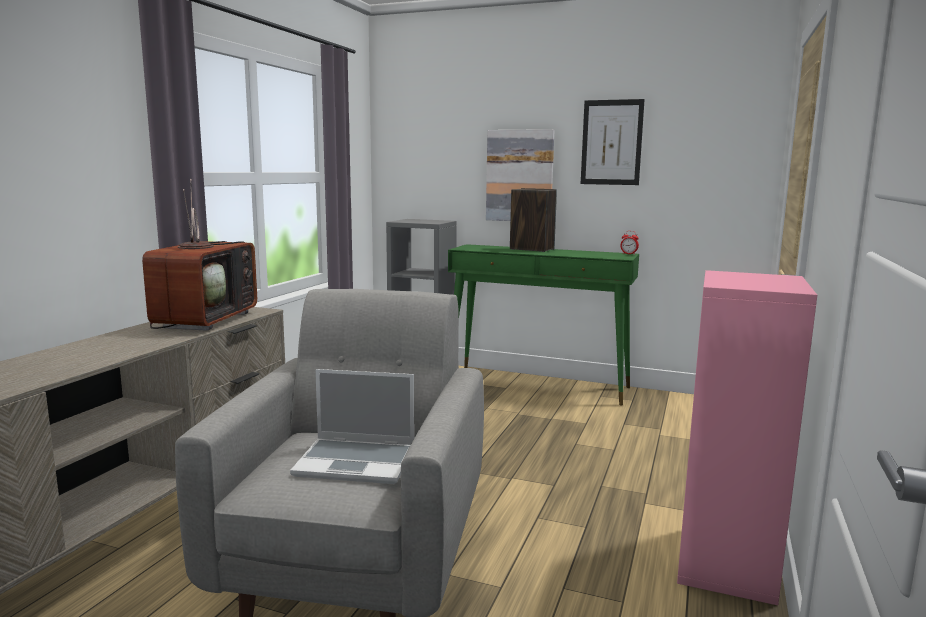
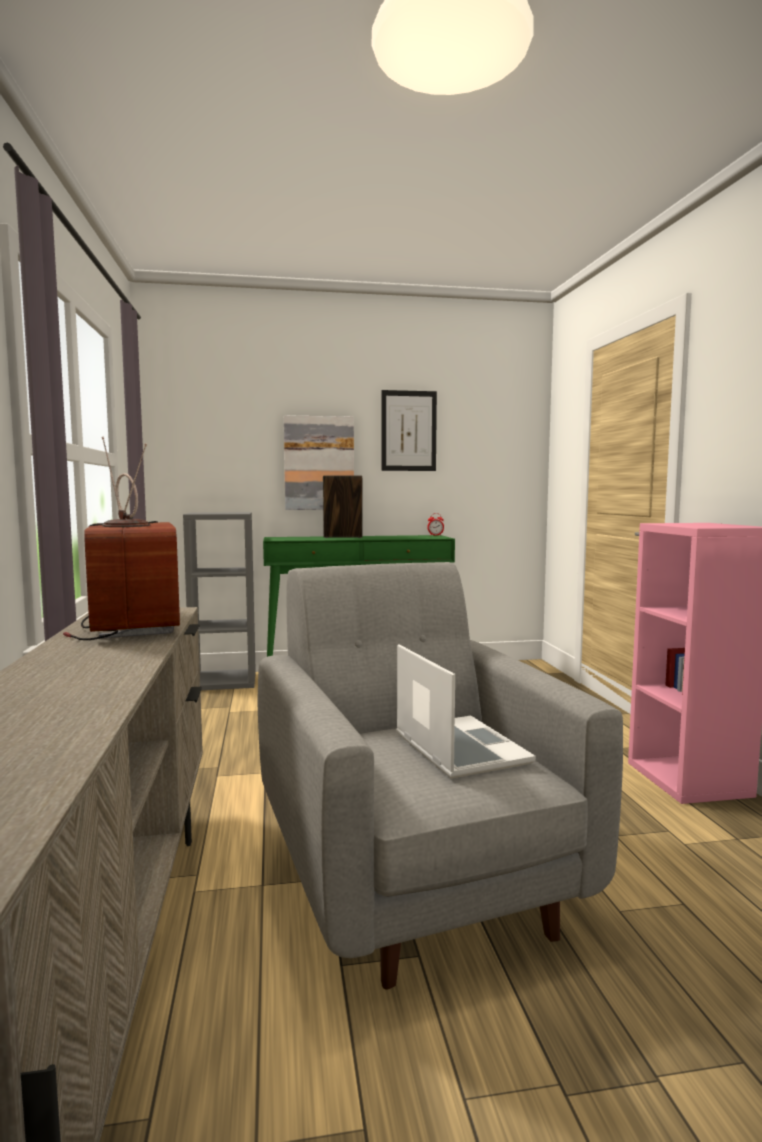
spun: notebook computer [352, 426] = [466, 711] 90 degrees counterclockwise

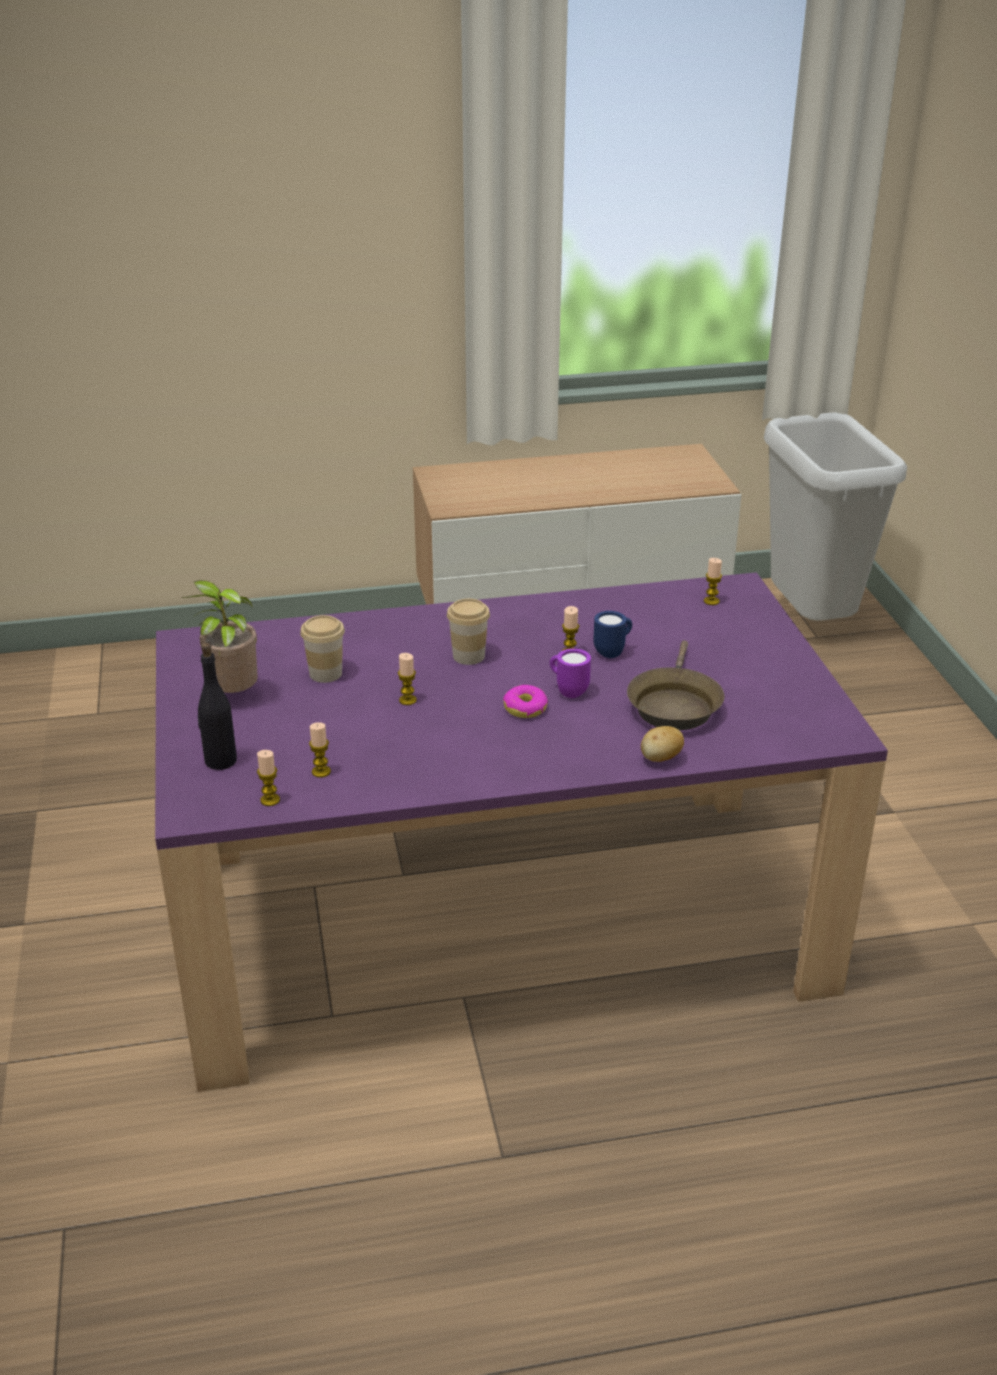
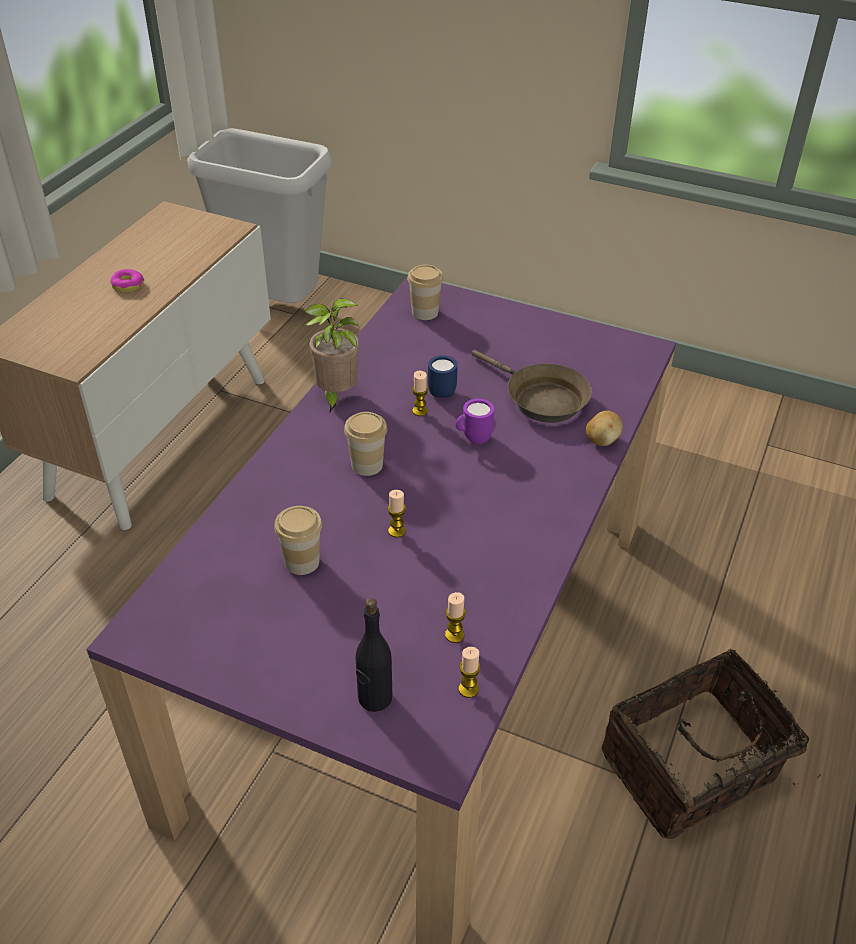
appeared: household basket [711, 744]
relocated: plant in a pot [220, 636] to [332, 356]; donut [525, 701] to [127, 281]
exchanged: wax light [713, 581] to cup [425, 292]

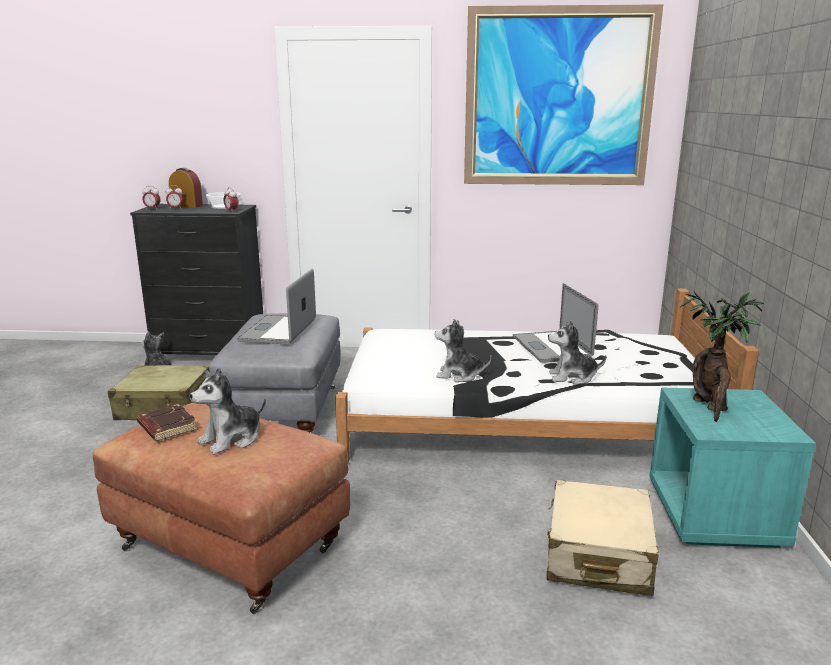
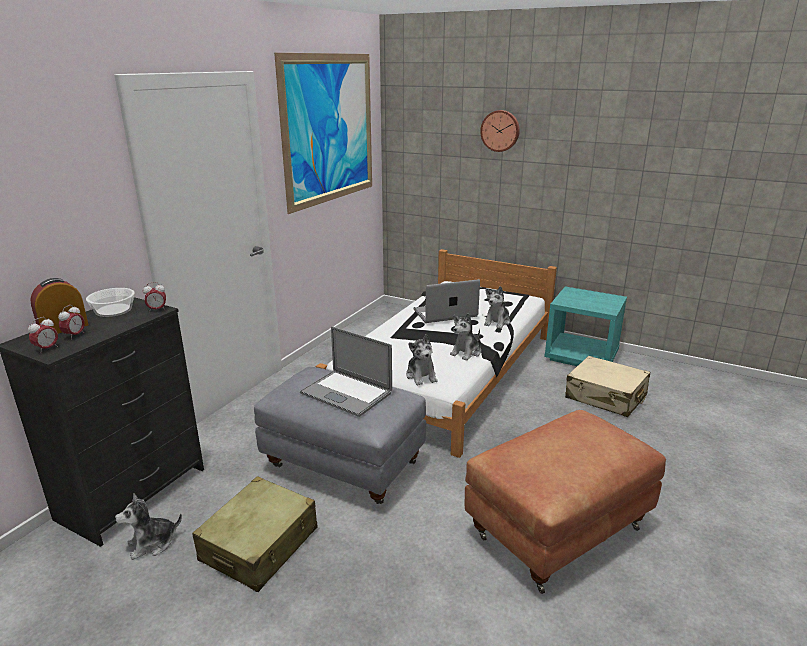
missing: volume (brownish) [167, 422]; plant in a pot [722, 357]
appeared: hanging clock [500, 131]
relocated: soft toy [228, 411] to [421, 359]
spun: notebook computer [555, 323] = [447, 301] 150 degrees clockwise

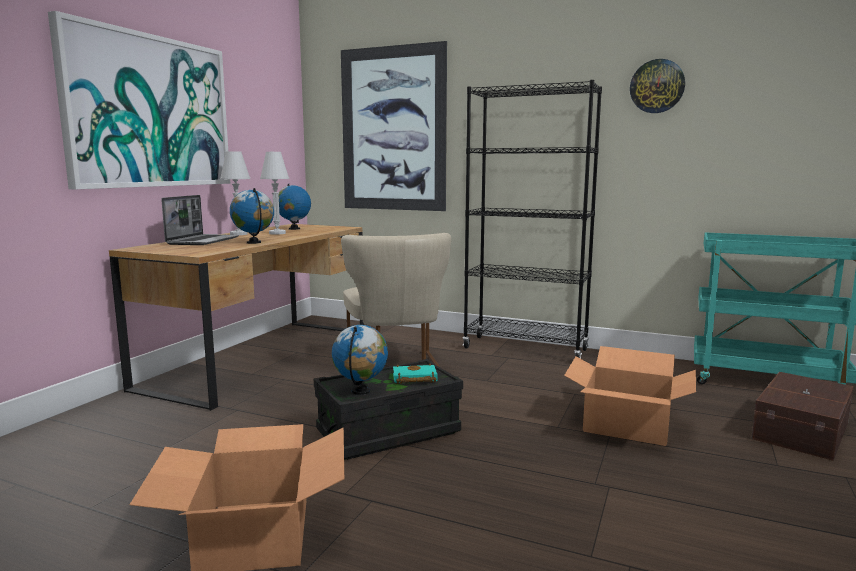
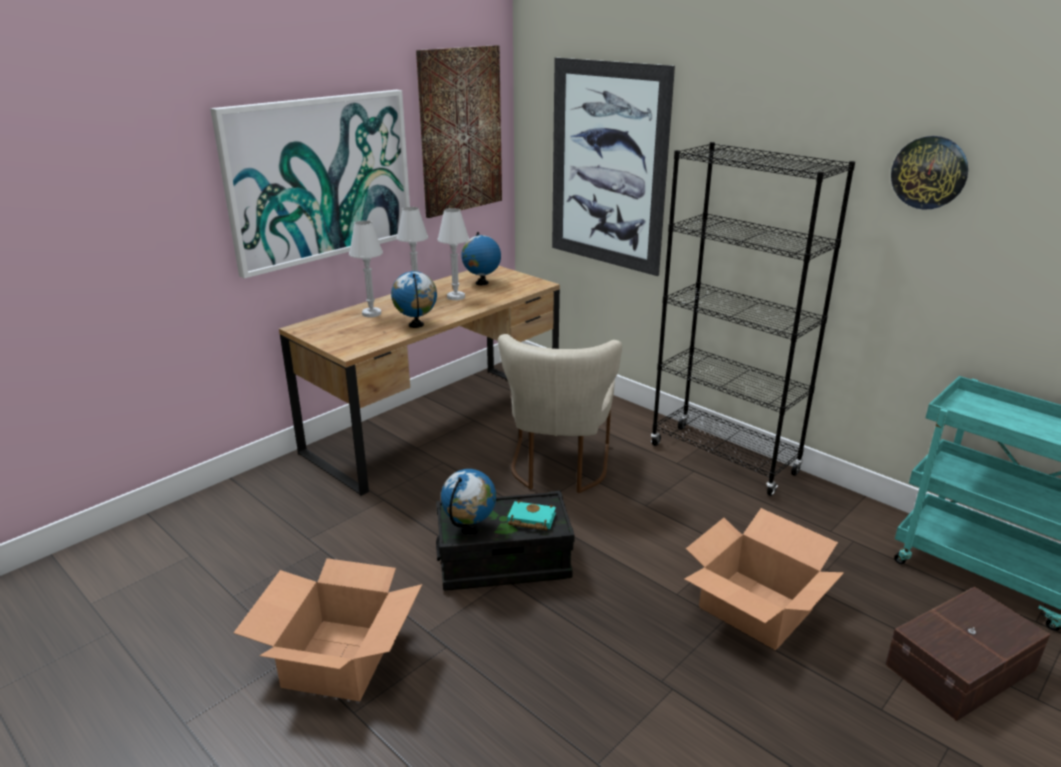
appeared: wall art [459, 131]
exchanged: notebook computer [200, 220] to tabletop lamp (whitish) [366, 268]

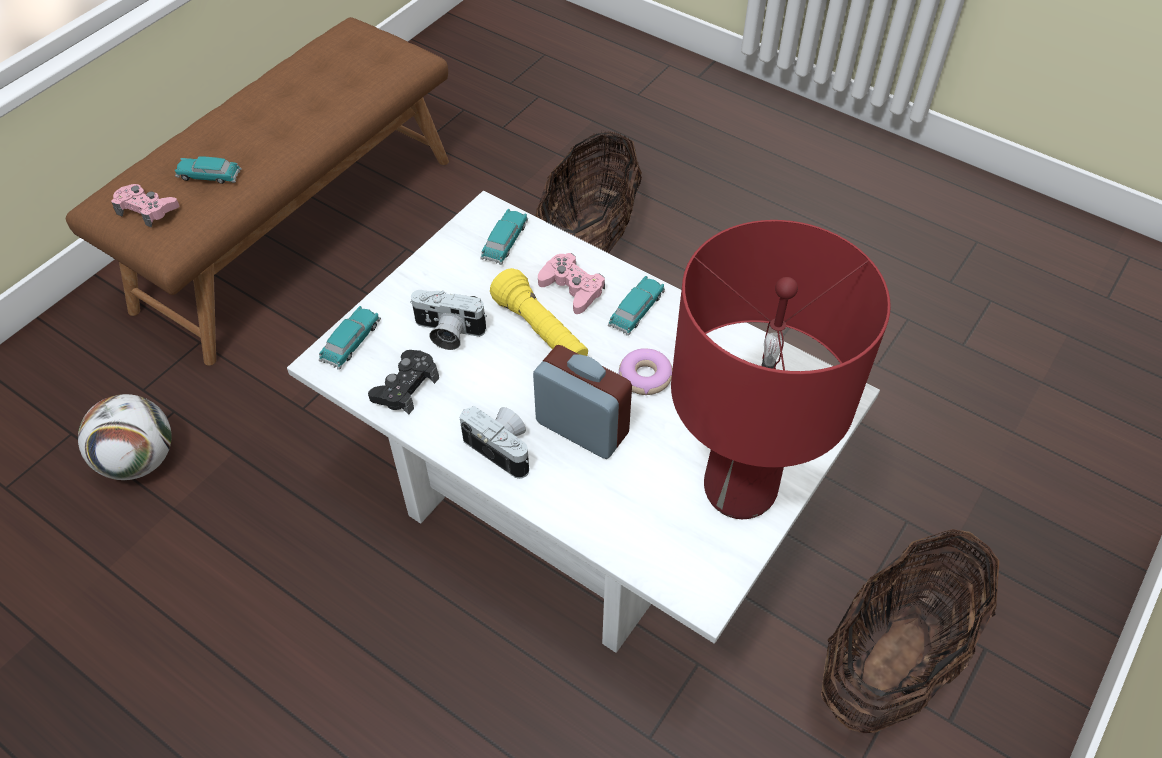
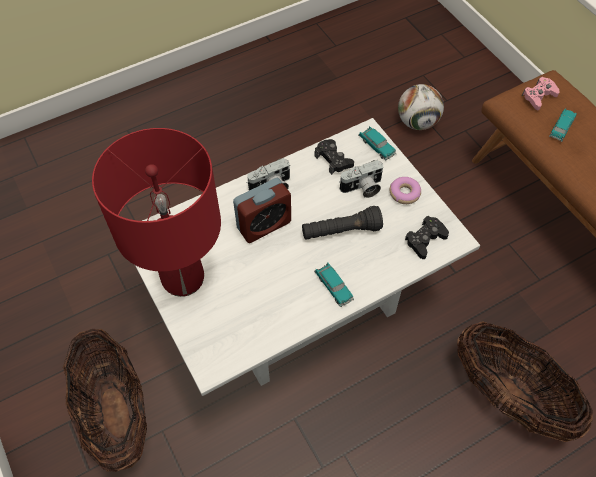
missing: joypad (pink) [571, 283]
relocated: donut [645, 371] to [405, 190]
exchanged: miniature car [504, 237] to joypad (blackish) [427, 237]
colour: hand torch (yellow) [539, 312] to hand torch (blackish) [342, 223]
spun: still camera [448, 320] = [361, 179] 150 degrees counterclockwise

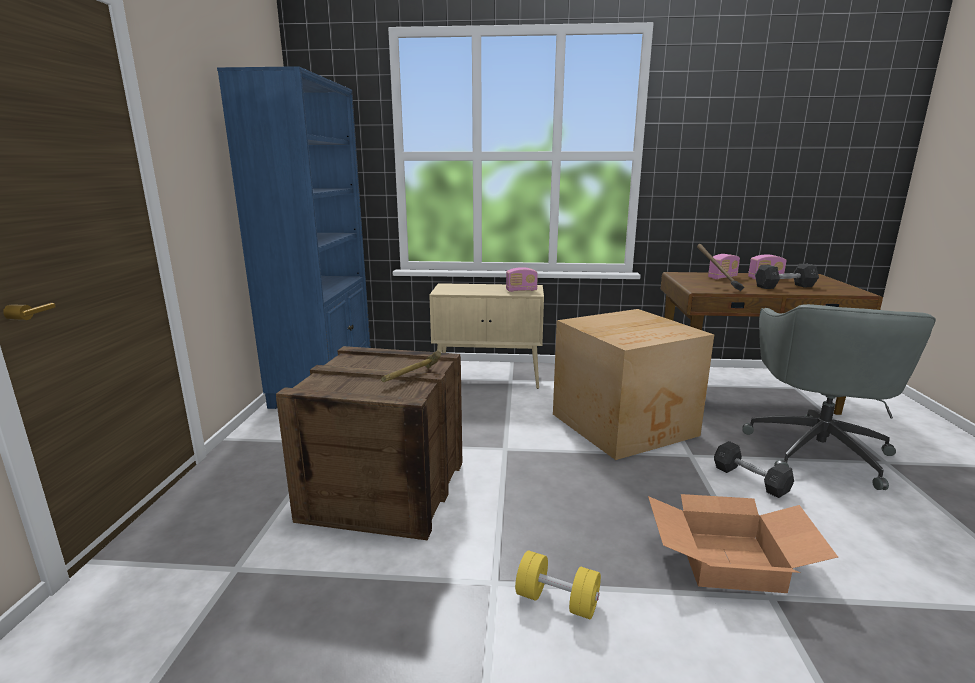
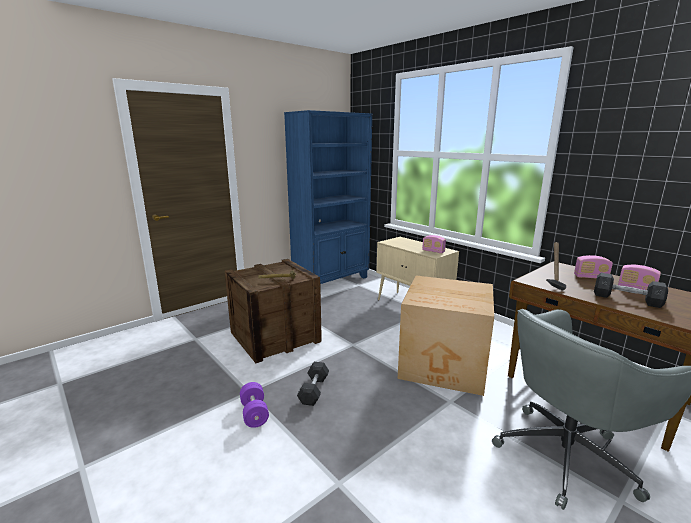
missing: cardboard box [743, 543]
relocated: dumbbell (greyish) [754, 469] to [313, 384]
colour: dumbbell (yellow) [558, 584] to dumbbell (purple-coloured) [254, 405]

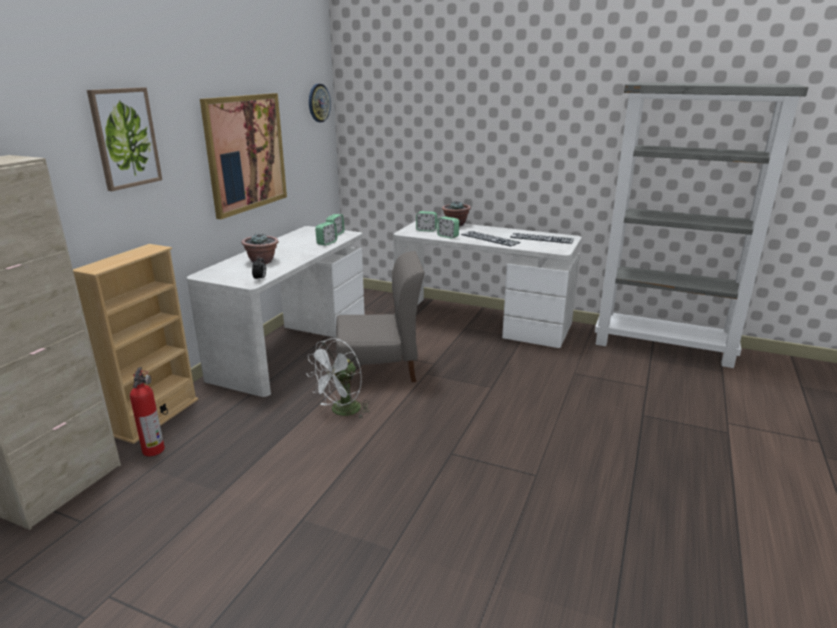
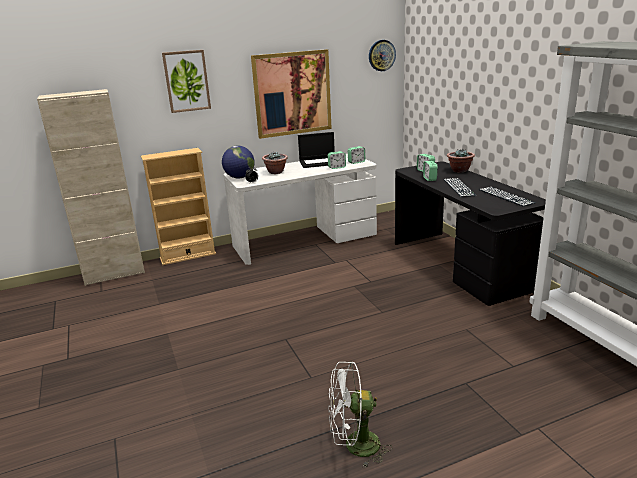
missing: extinguisher [147, 411]; upright chair (greyish) [380, 318]
appeared: globe [238, 162]; notebook computer [316, 150]
relocated: cooling fan (whitish) [338, 378] to [360, 414]
colour: desk table (whitish) [487, 284] to desk table (blackish) [470, 234]

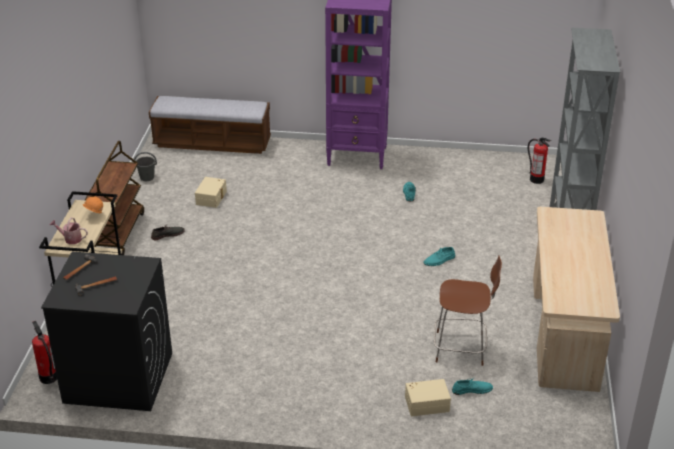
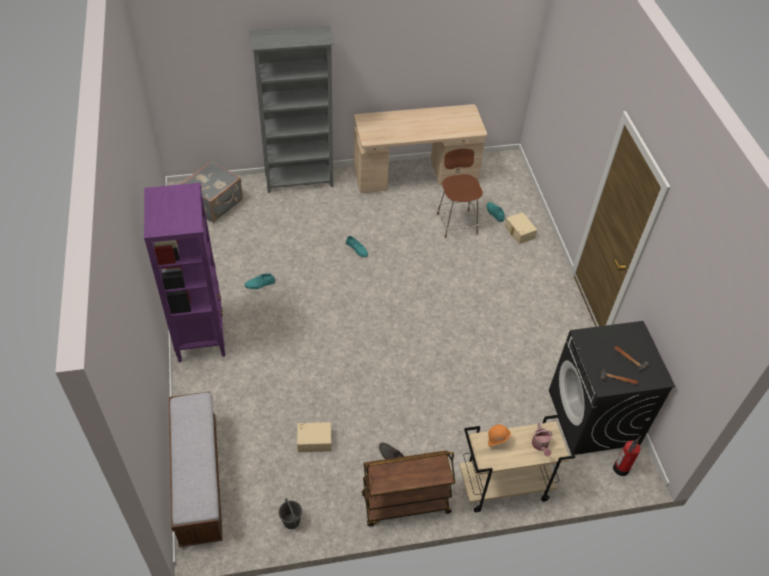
exchanged: extinguisher [539, 161] to suitcase (greyish) [211, 191]

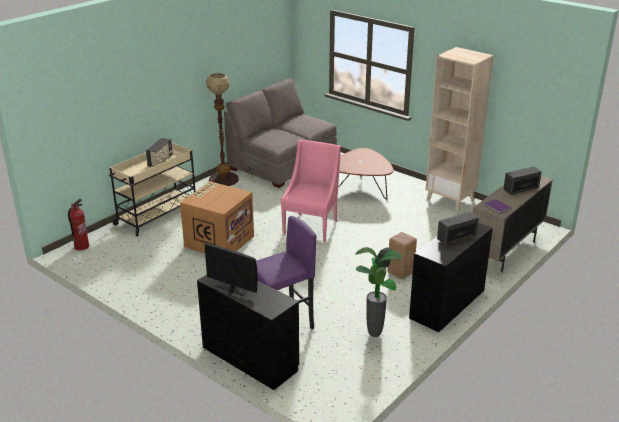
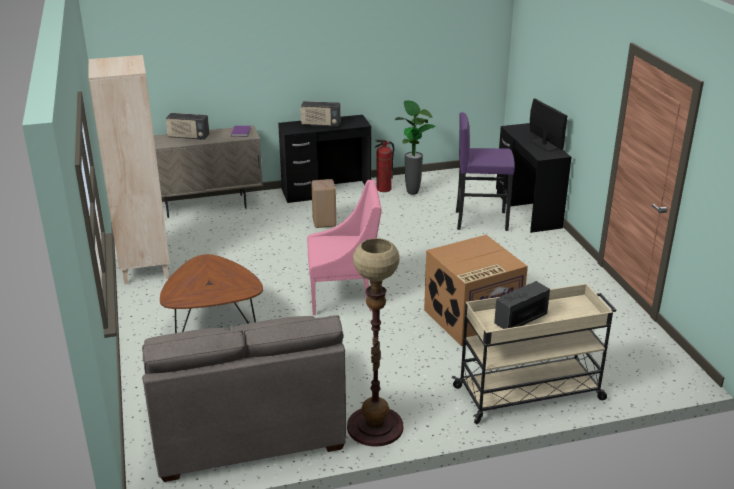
relocated: extinguisher [78, 225] to [384, 166]
spun: lounge chair (pink) [311, 191] = [344, 247] 150 degrees counterclockwise

